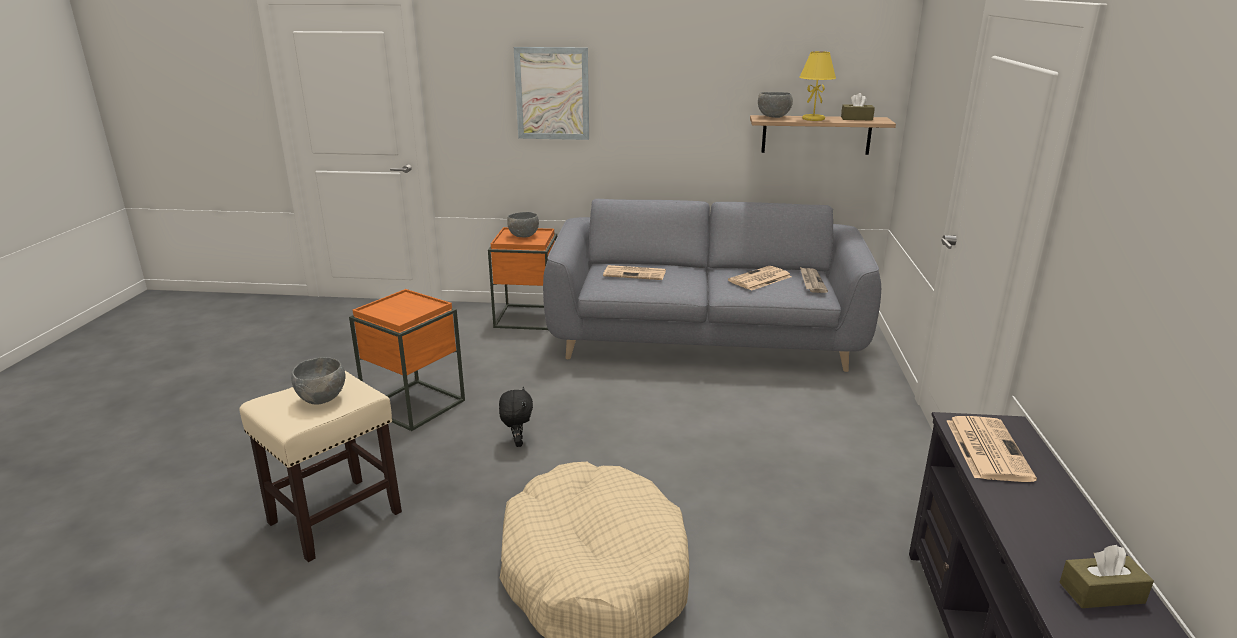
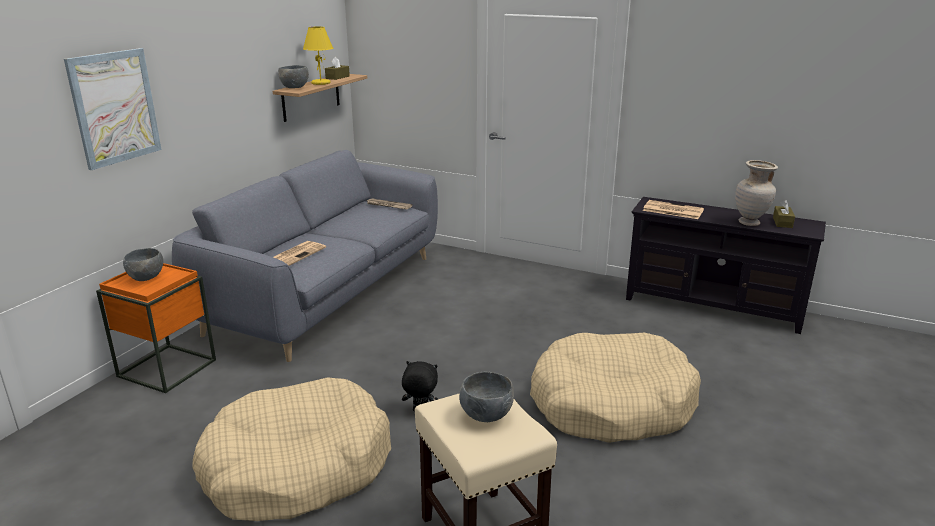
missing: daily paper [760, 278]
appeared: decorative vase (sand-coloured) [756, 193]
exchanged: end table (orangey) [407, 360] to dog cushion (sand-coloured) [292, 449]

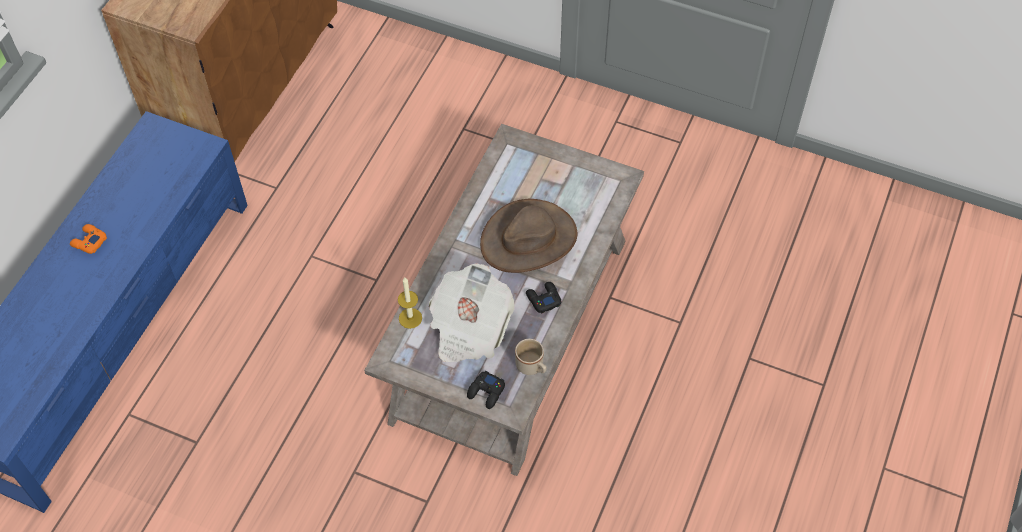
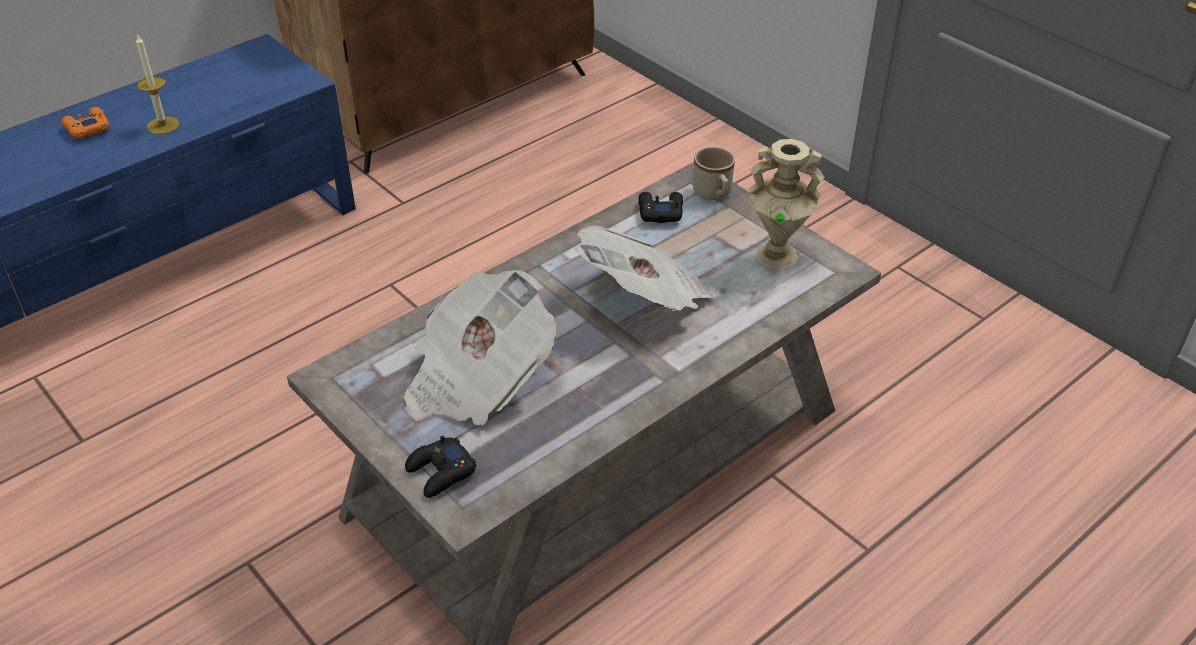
appeared: decorative vase (sand-coloured) [787, 204]
relocated: wax light [410, 303] to [157, 84]; mug (sand-coloured) [530, 357] to [714, 173]; joypad (blackish) [543, 298] to [660, 207]
exchanged: hat (brownish) [528, 236] to daily paper [647, 268]

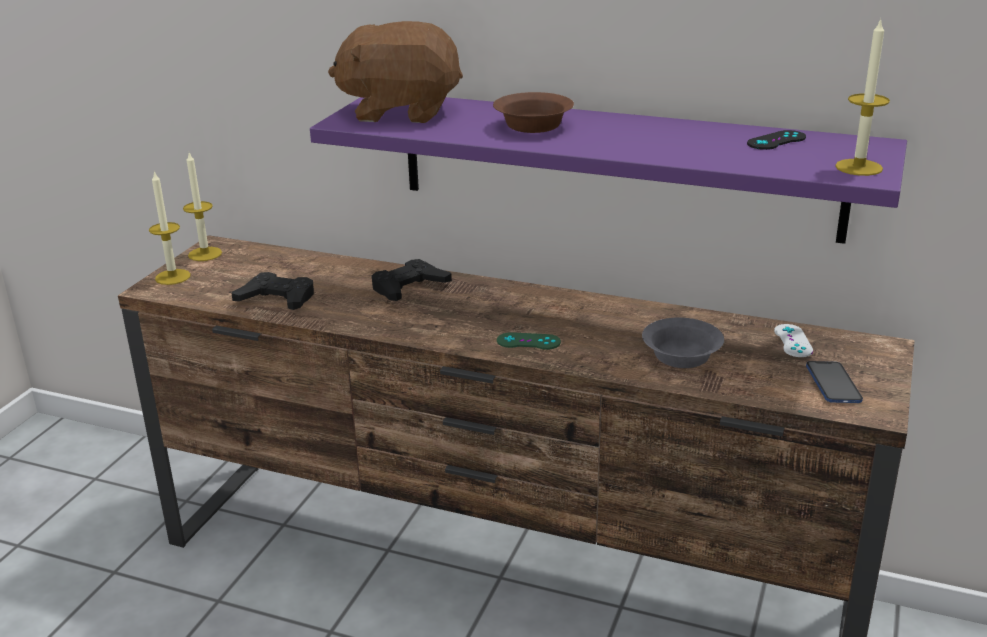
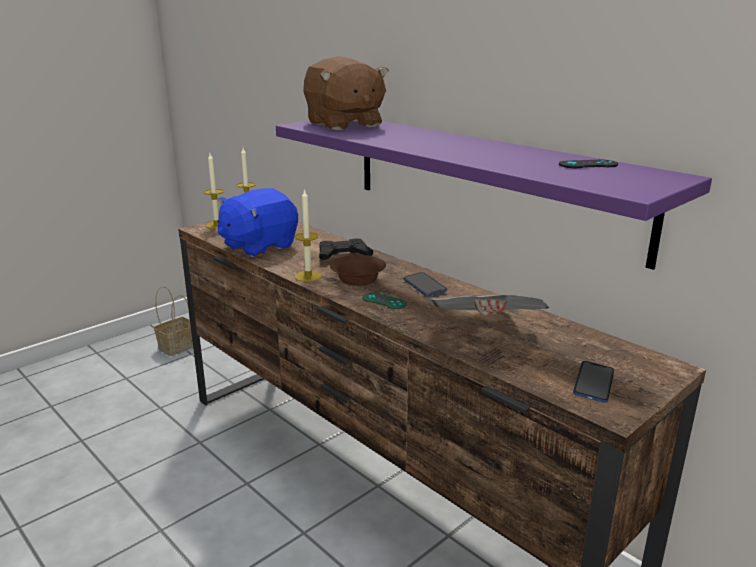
missing: joypad (whitish) [793, 340]
appeared: household basket [173, 321]; handset [425, 284]
relocated: deep dish (brownish) [533, 112] to [358, 270]; wax light [862, 97] to [308, 235]
exchanged: joypad (blackish) [272, 291] to soft toy (bluish) [258, 222]; deep dish (greyish) [683, 343] to daily paper [488, 305]
spun: soft toy (brownish) [395, 72] = [346, 93] 150 degrees counterclockwise

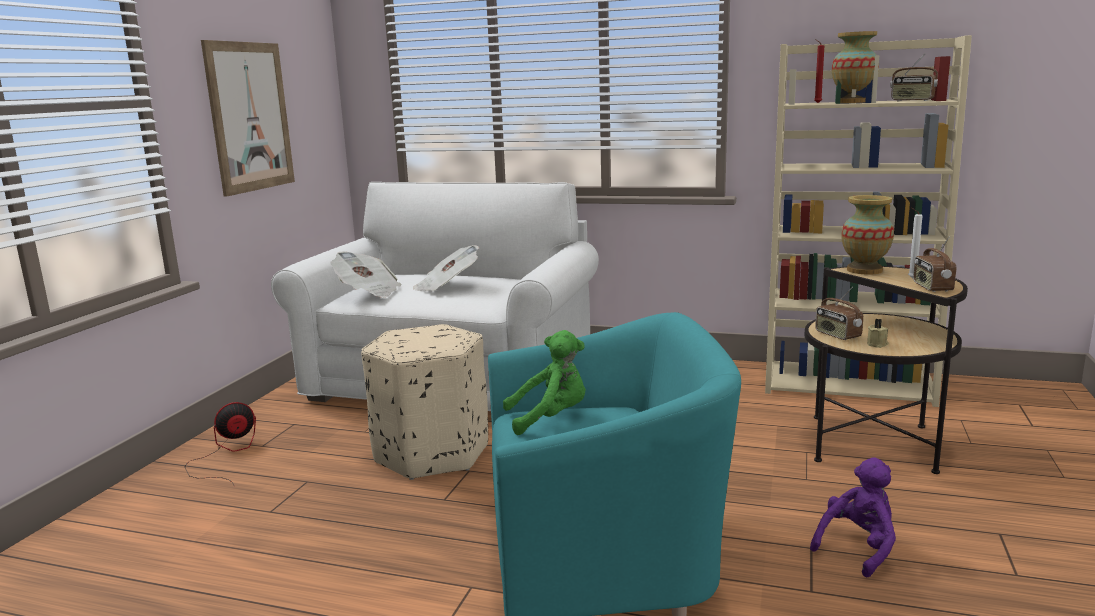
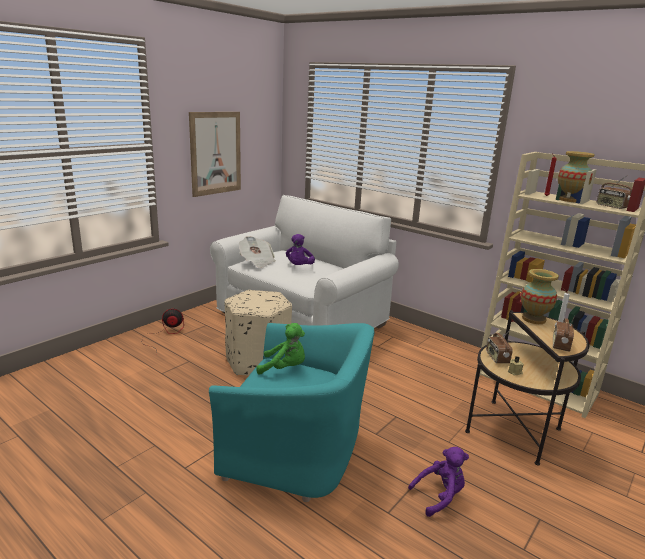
exchanged: daily paper [446, 268] to soft toy (purple-coloured) [300, 249]

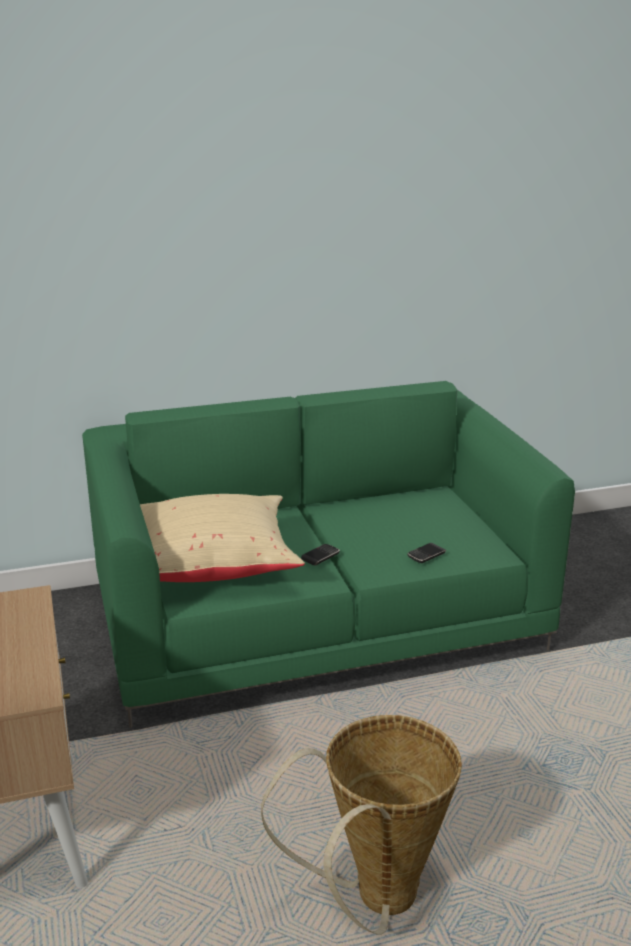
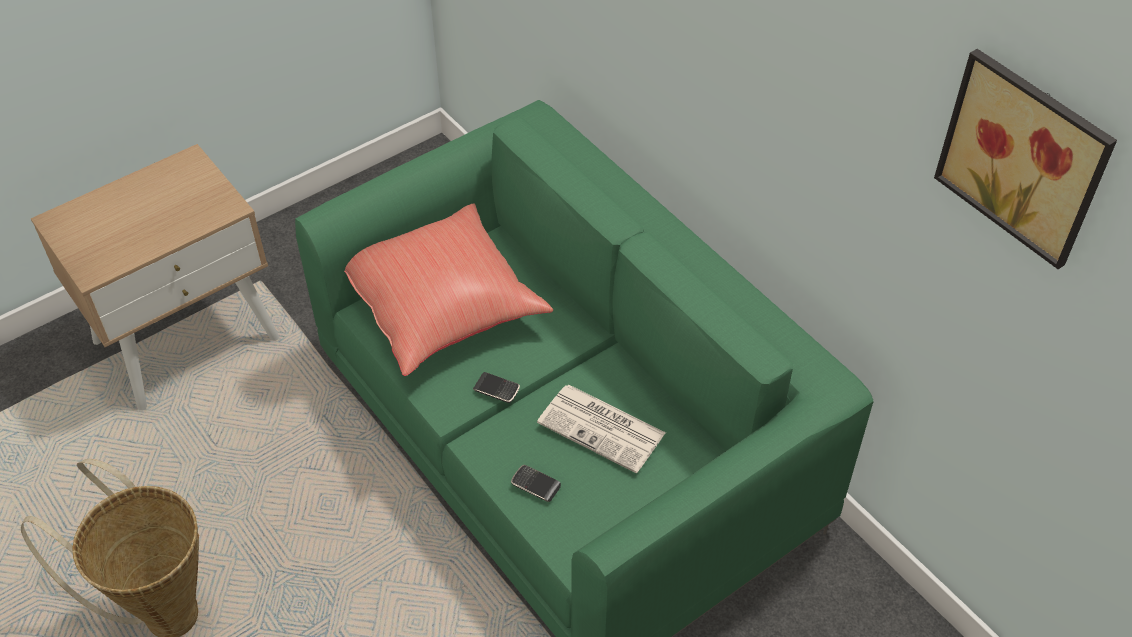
appeared: daily paper [601, 429]; wall art [1025, 159]
colour: cushion (sand-coloured) [222, 538] to cushion (reddish) [448, 290]

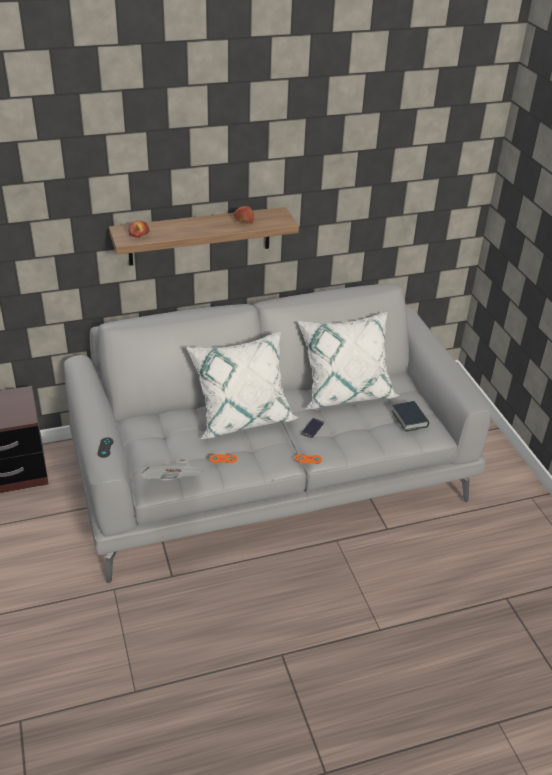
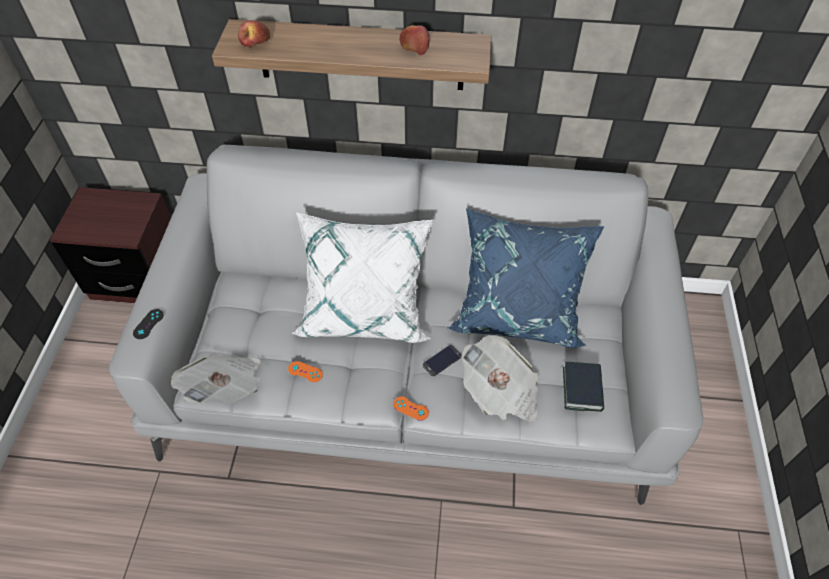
appeared: daily paper [500, 379]
colour: cushion (whitish) [348, 360] to cushion (bluish) [526, 278]

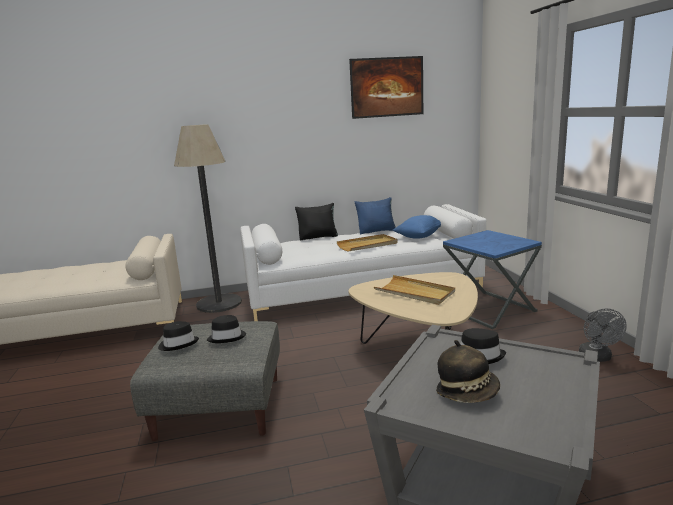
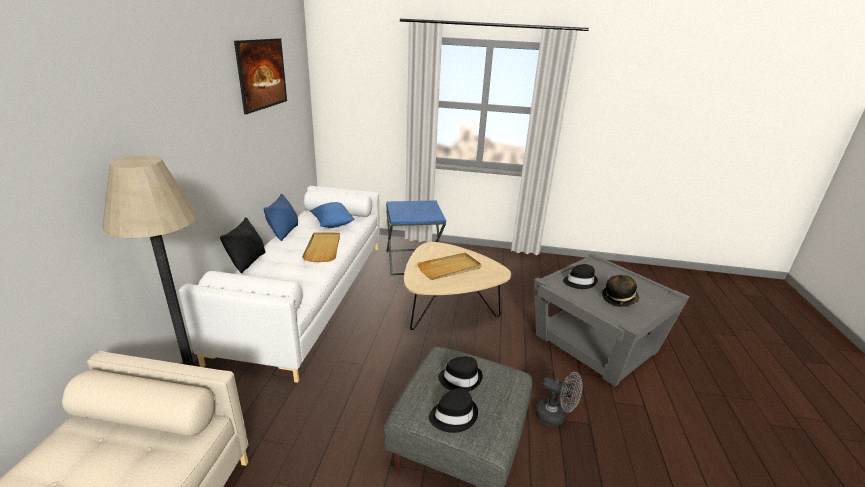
relocated: cooling fan (greyish) [603, 335] to [559, 399]

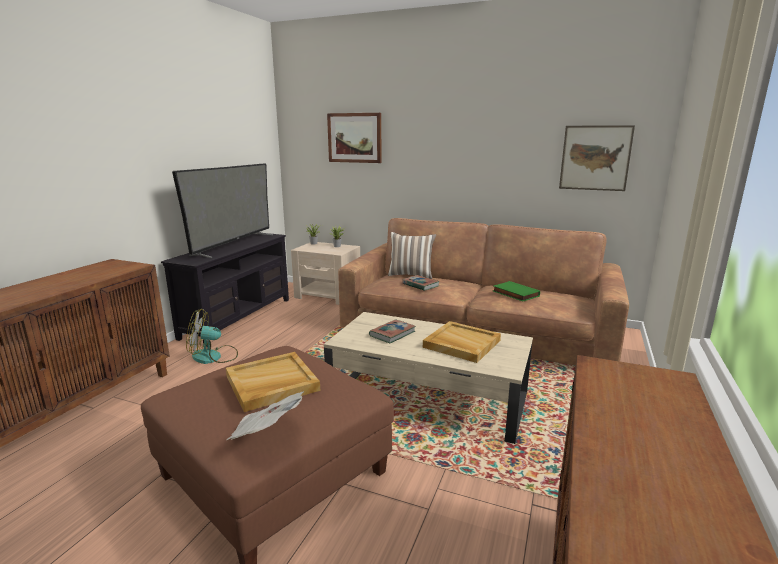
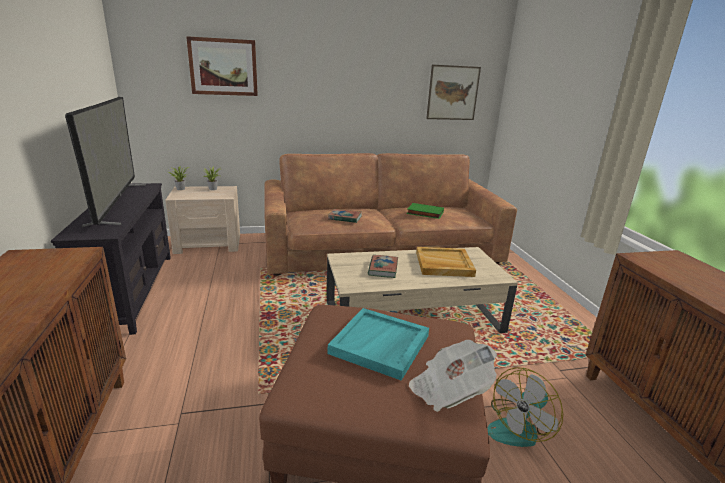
missing: cushion [412, 255]
relocated: cooling fan [212, 336] to [525, 407]
colour: tray (sand-coloured) [273, 382] to tray (turquoise-coloured) [378, 344]

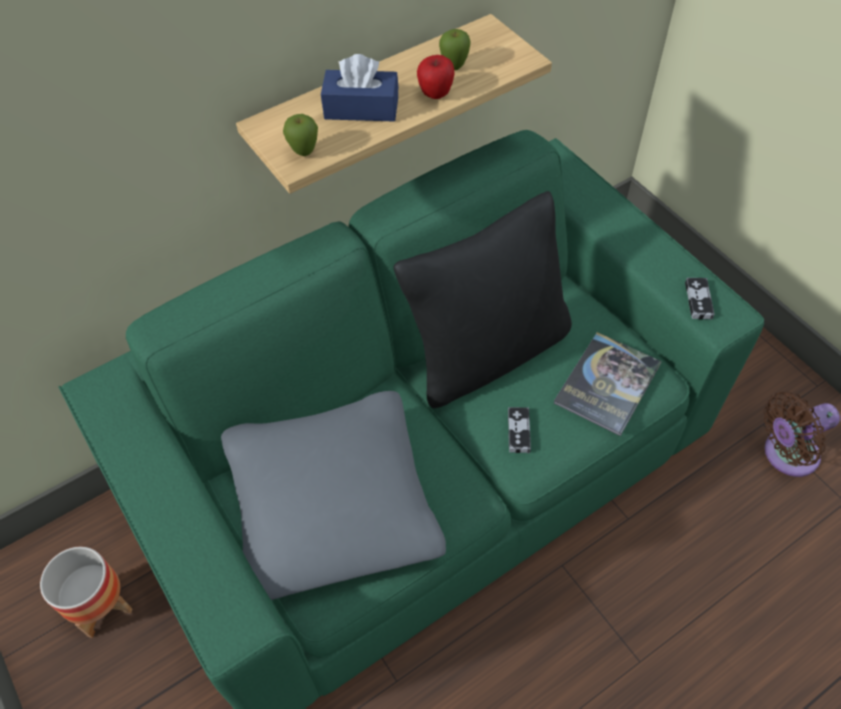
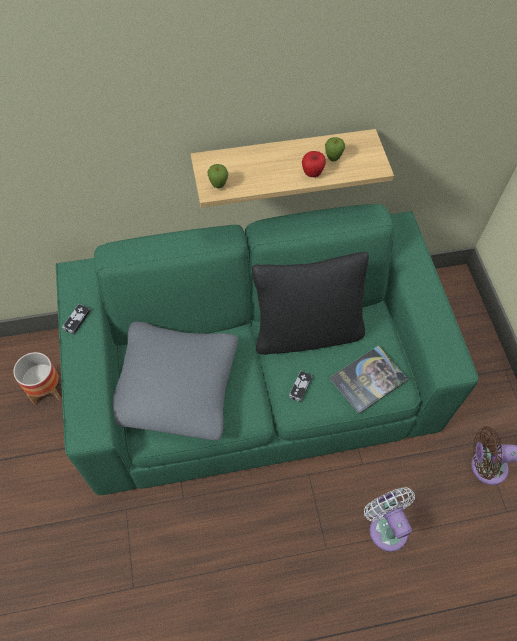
missing: tissue box (bluish) [360, 88]
appeared: cooling fan (whitish) [389, 519]
relocated: joypad [700, 299] to [76, 319]

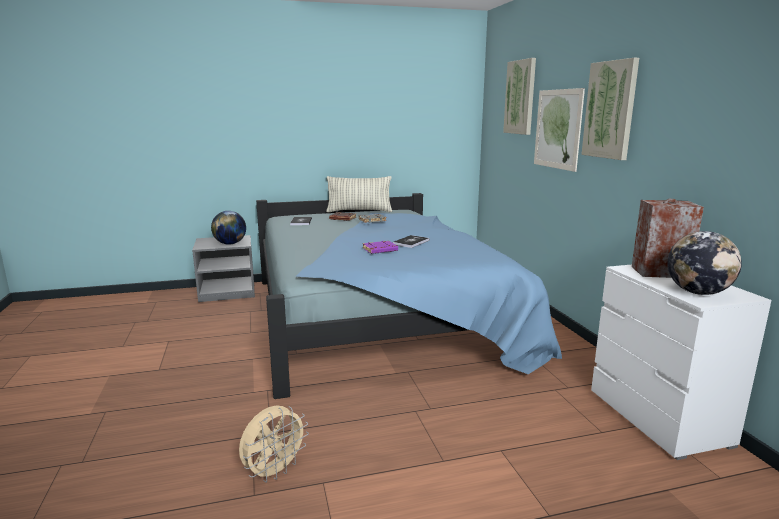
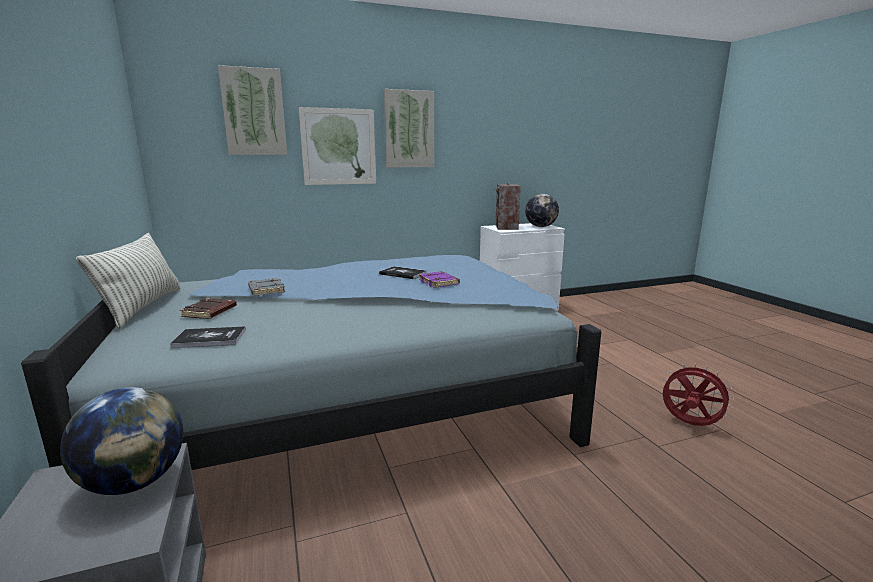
colour: cooling fan (sand-coloured) [274, 443] to cooling fan (reddish) [697, 394]

